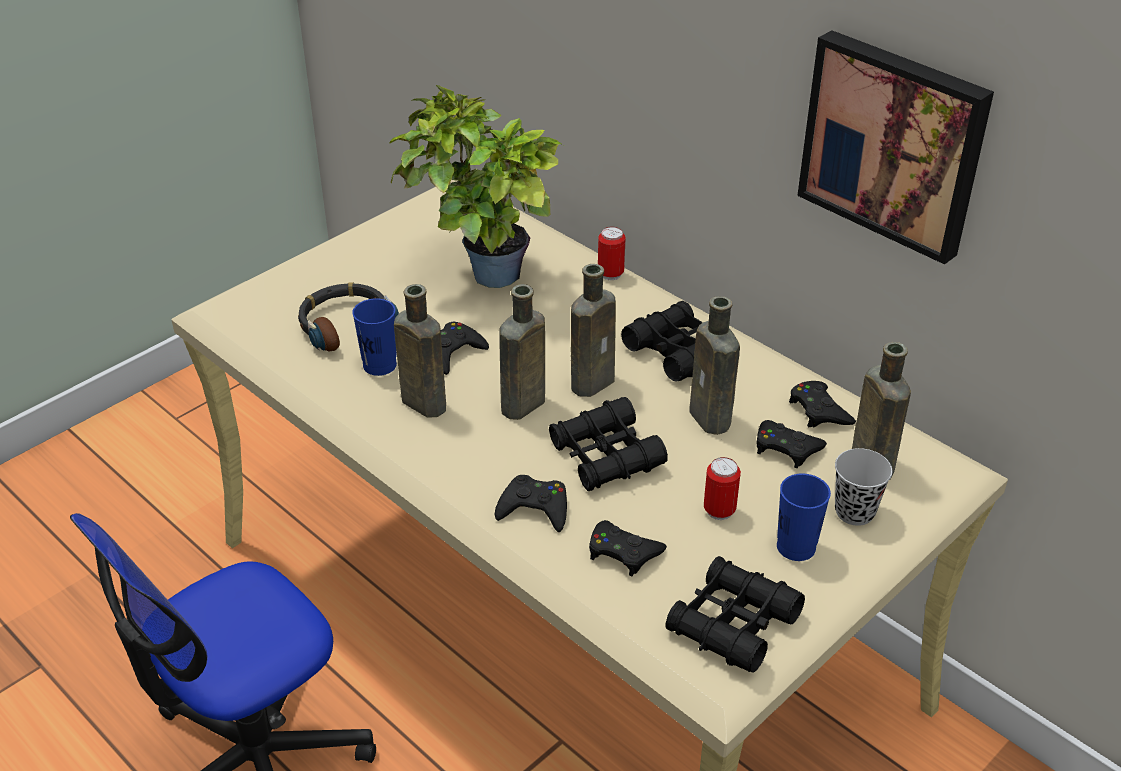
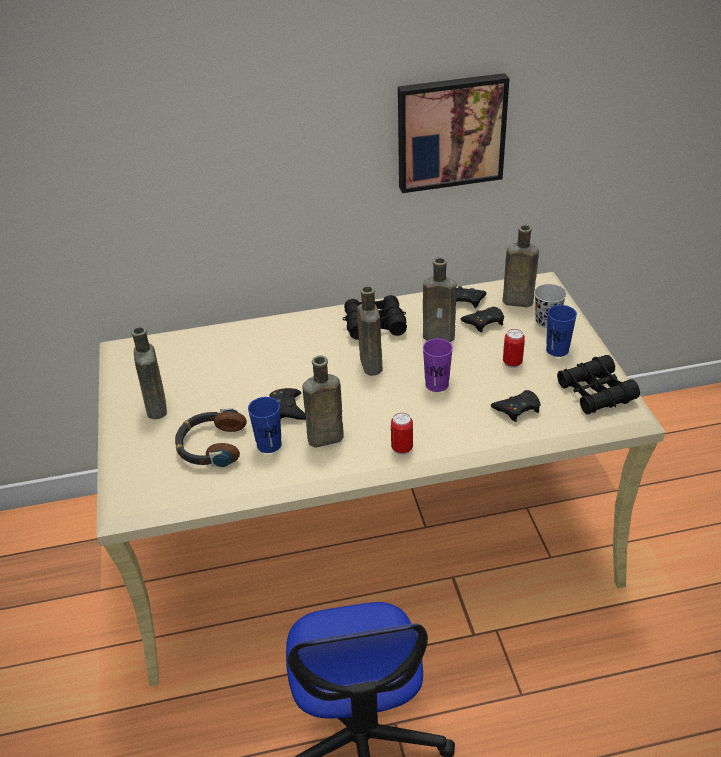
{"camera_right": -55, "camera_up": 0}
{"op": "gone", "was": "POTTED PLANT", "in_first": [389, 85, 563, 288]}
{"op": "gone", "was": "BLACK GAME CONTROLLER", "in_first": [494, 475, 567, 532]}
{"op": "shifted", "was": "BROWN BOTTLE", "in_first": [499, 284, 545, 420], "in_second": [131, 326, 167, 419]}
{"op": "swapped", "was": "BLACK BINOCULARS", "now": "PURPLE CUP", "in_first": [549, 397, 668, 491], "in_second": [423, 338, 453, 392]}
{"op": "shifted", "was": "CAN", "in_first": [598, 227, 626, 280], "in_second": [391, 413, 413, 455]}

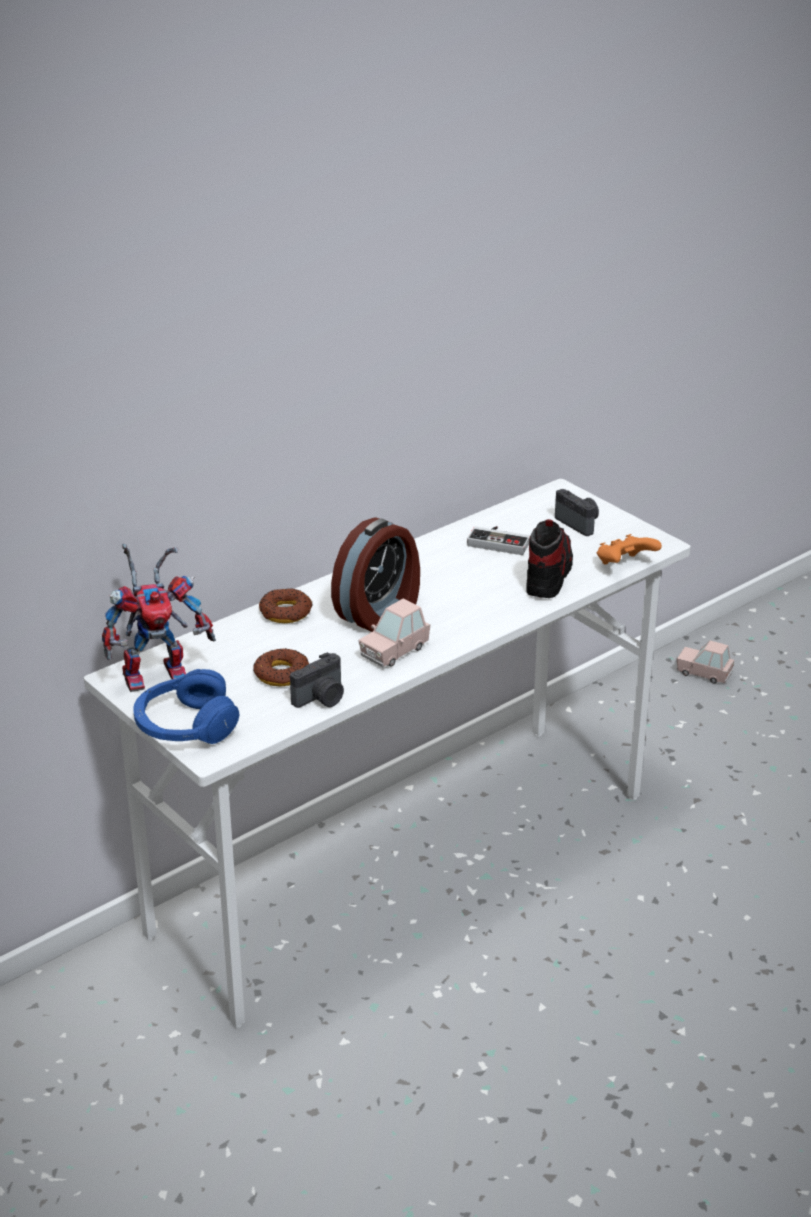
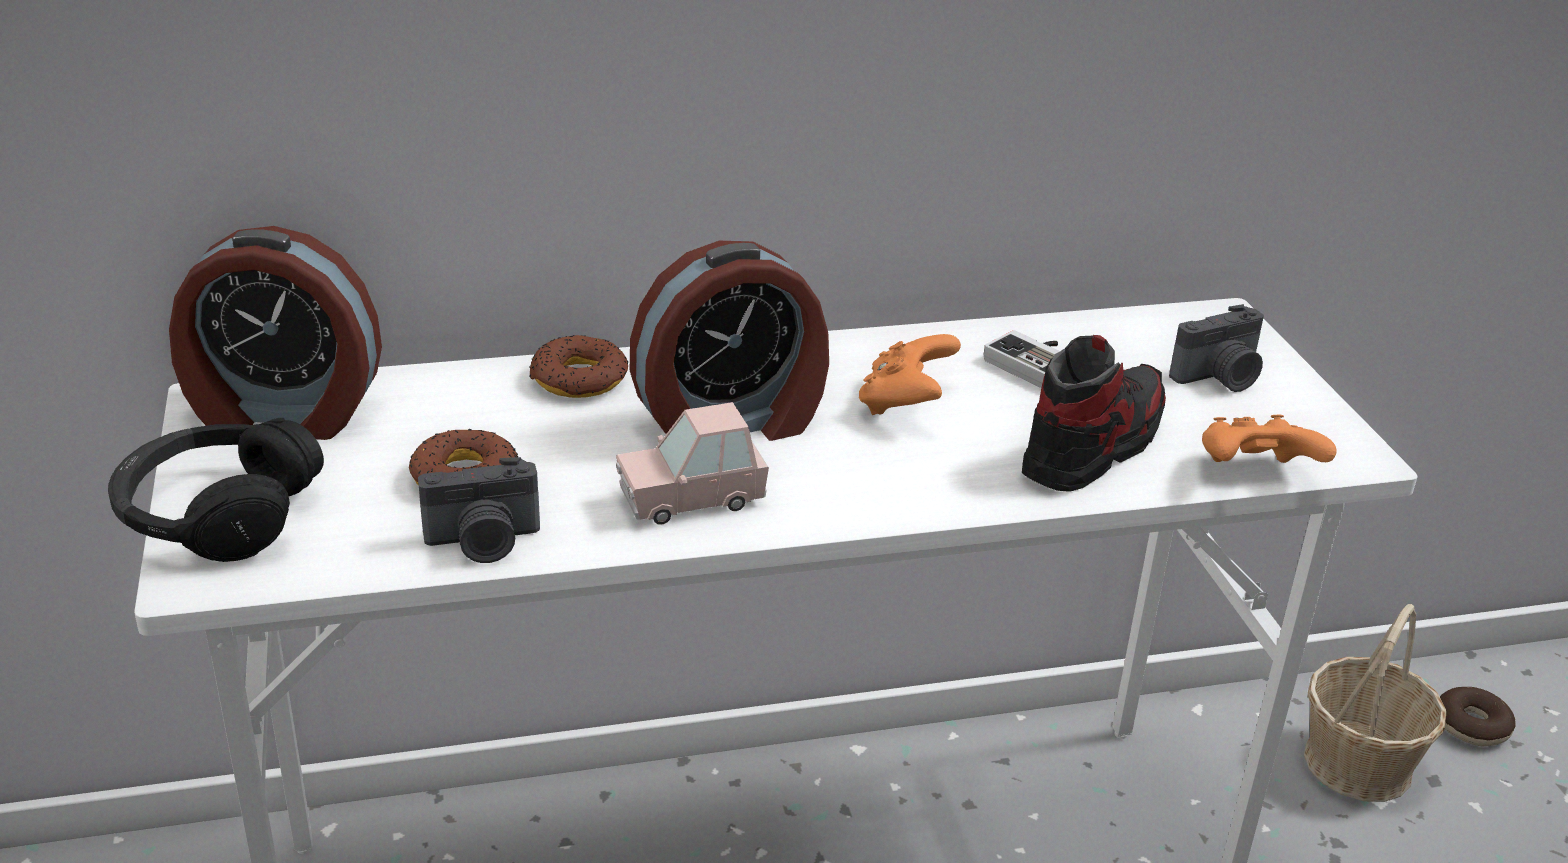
{"camera_right": 25, "camera_up": 0}
{"op": "swapped", "was": "TOY ROBOT", "now": "ALARM CLOCK", "in_first": [102, 544, 216, 692], "in_second": [169, 226, 382, 440]}
{"op": "repainted", "was": "BLUE HEADPHONES", "now": "BLACK HEADPHONES", "in_first": [134, 669, 239, 744], "in_second": [108, 418, 324, 562]}
{"op": "rotated", "was": "PHOTO CAMERA", "in_first": [555, 489, 599, 536], "in_second": [1169, 304, 1264, 392], "clockwise": 75}
{"op": "swapped", "was": "PINK TOY CAR", "now": "DONUT", "in_first": [676, 640, 734, 684], "in_second": [1440, 687, 1515, 746]}
{"op": "new", "now": "ORANGE GAME CONTROLLER", "in_second": [859, 334, 961, 415]}
{"op": "new", "now": "BASKET", "in_second": [1304, 604, 1446, 802]}

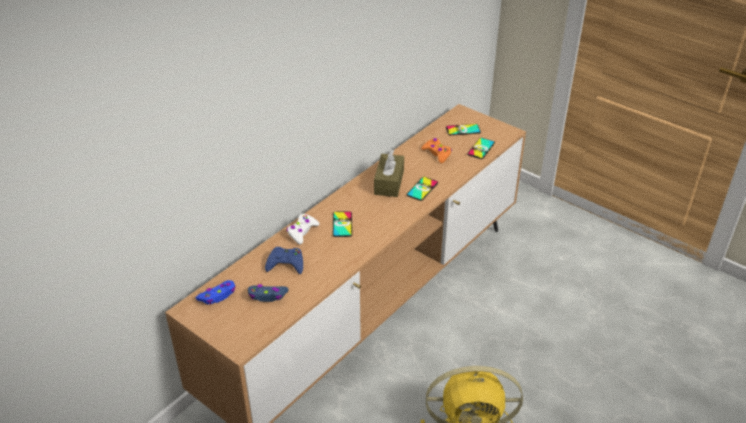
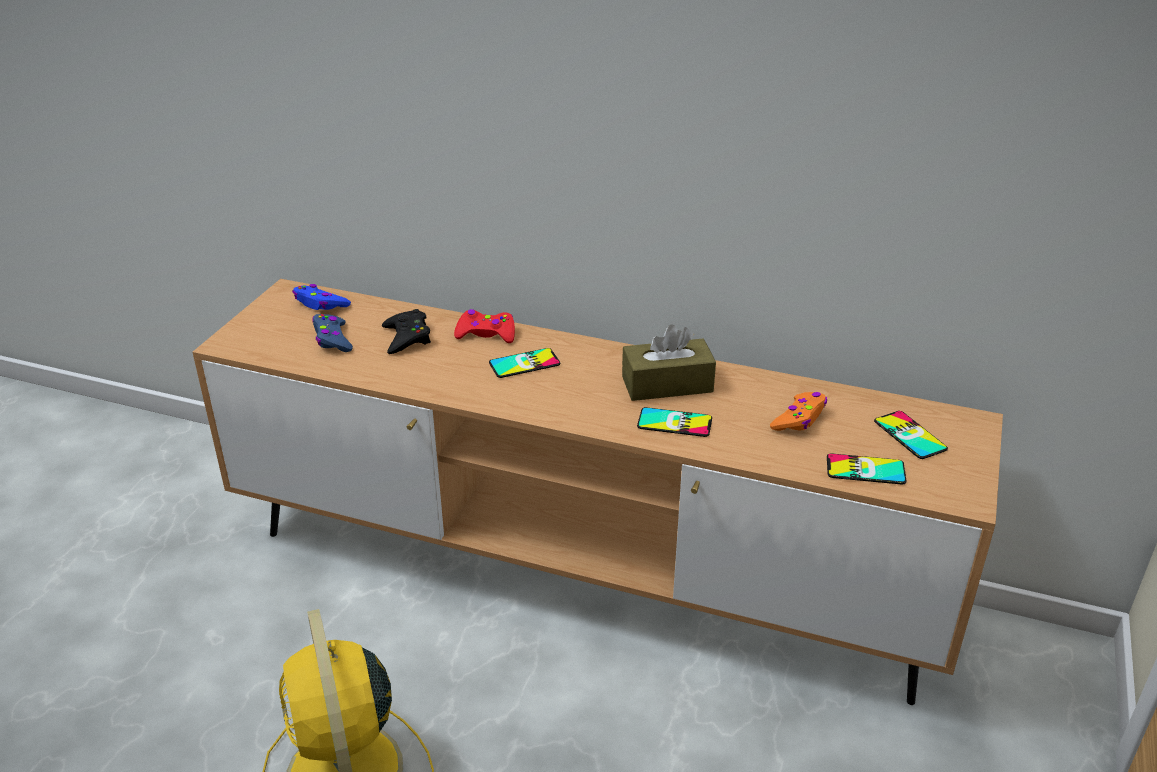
{"camera_right": 70, "camera_up": -5}
{"op": "repainted", "was": "BLUE GAME CONTROLLER", "now": "BLACK GAME CONTROLLER", "in_first": [265, 247, 303, 274], "in_second": [382, 309, 431, 354]}
{"op": "repainted", "was": "WHITE GAME CONTROLLER", "now": "RED GAME CONTROLLER", "in_first": [287, 214, 319, 244], "in_second": [454, 309, 515, 343]}

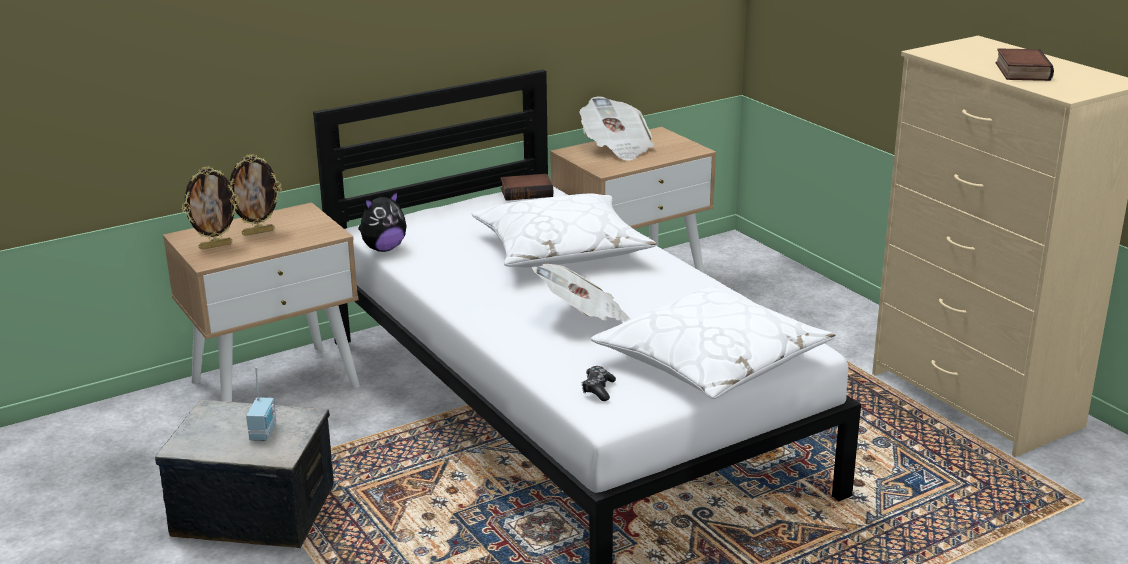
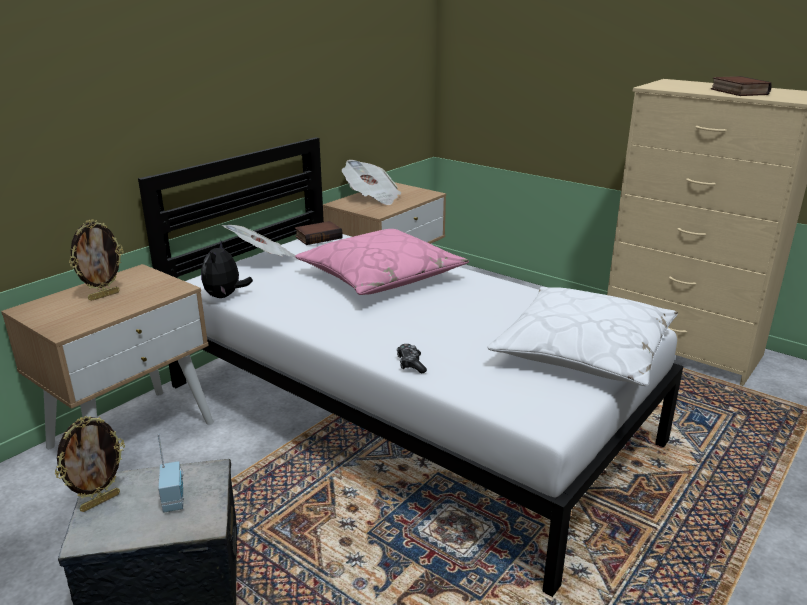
{"camera_right": -20, "camera_up": 0}
{"op": "shifted", "was": "PICTURE FRAME", "in_first": [182, 166, 239, 250], "in_second": [55, 416, 125, 512]}
{"op": "rotated", "was": "PLUSH TOY", "in_first": [358, 191, 407, 252], "in_second": [201, 239, 253, 298], "clockwise": 150}
{"op": "repainted", "was": "WHITE PILLOW", "now": "PINK PILLOW", "in_first": [472, 194, 657, 267], "in_second": [295, 229, 469, 295]}
{"op": "shifted", "was": "NEWSPAPER", "in_first": [532, 264, 630, 322], "in_second": [222, 225, 296, 257]}
{"op": "shifted", "was": "GAME CONTROLLER", "in_first": [582, 366, 616, 401], "in_second": [397, 344, 427, 373]}

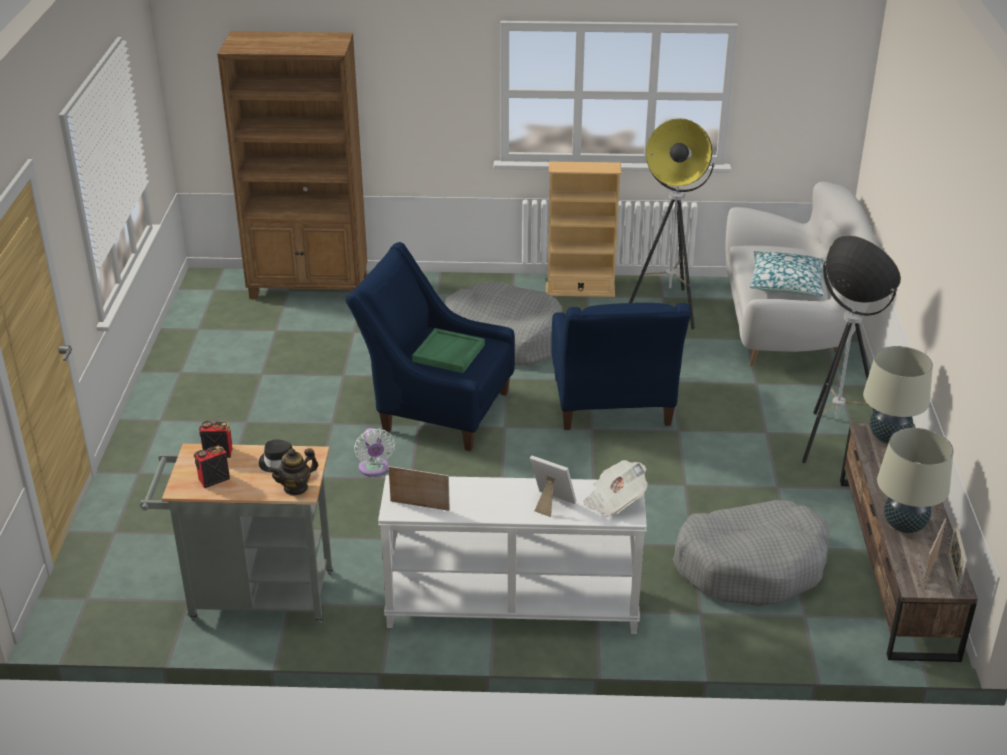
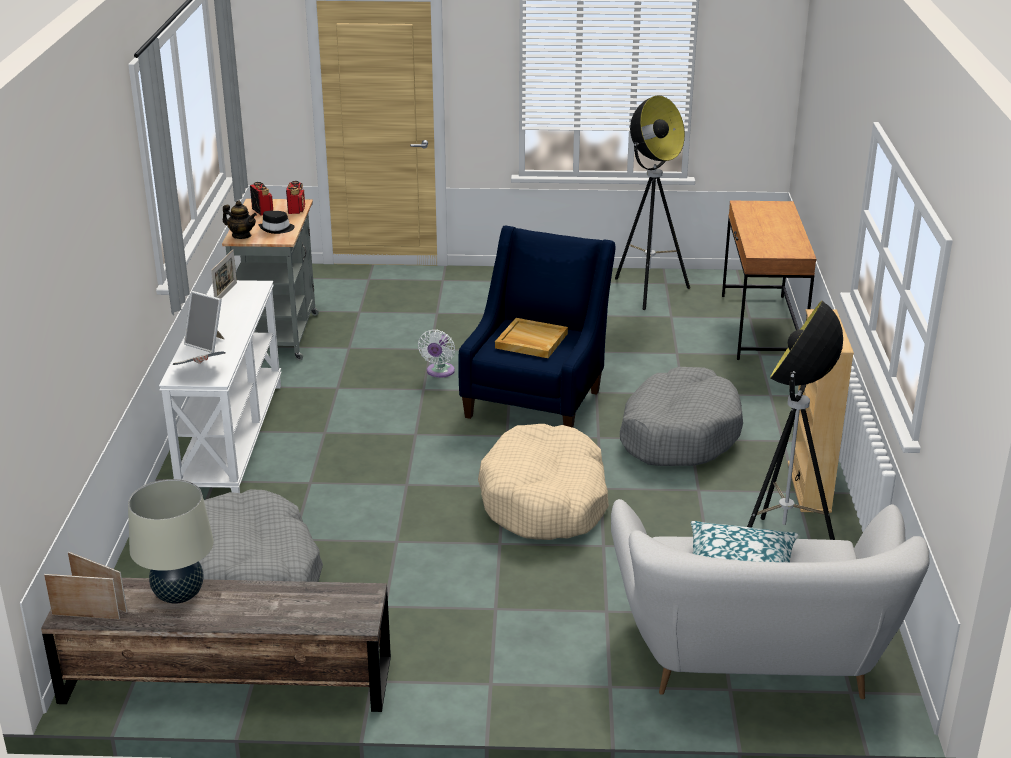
{"camera_right": 90, "camera_up": -5}
{"op": "swapped", "was": "BROWN BOOKCASE", "now": "BROWN DESK", "in_first": [217, 31, 367, 299], "in_second": [722, 201, 816, 360]}
{"op": "rotated", "was": "TEAPOT", "in_first": [269, 448, 318, 496], "in_second": [223, 201, 257, 239], "clockwise": 150}
{"op": "rotated", "was": "WHITE FAN", "in_first": [354, 428, 395, 476], "in_second": [418, 329, 455, 378], "clockwise": -60}
{"op": "repainted", "was": "GREEN TRAY", "now": "BEIGE TRAY", "in_first": [412, 328, 485, 373], "in_second": [495, 318, 568, 358]}
{"op": "rotated", "was": "PICTURE FRAME", "in_first": [530, 455, 576, 517], "in_second": [184, 291, 224, 353], "clockwise": 90}
{"op": "swapped", "was": "BLUE ARMCHAIR", "now": "BEIGE DOG BED", "in_first": [551, 303, 691, 430], "in_second": [478, 424, 609, 540]}
{"op": "shifted", "was": "FLOOR LAMP", "in_first": [802, 235, 901, 463], "in_second": [615, 95, 690, 310]}
{"op": "gone", "was": "BEIGE TABLE LAMP", "in_first": [863, 346, 933, 443]}

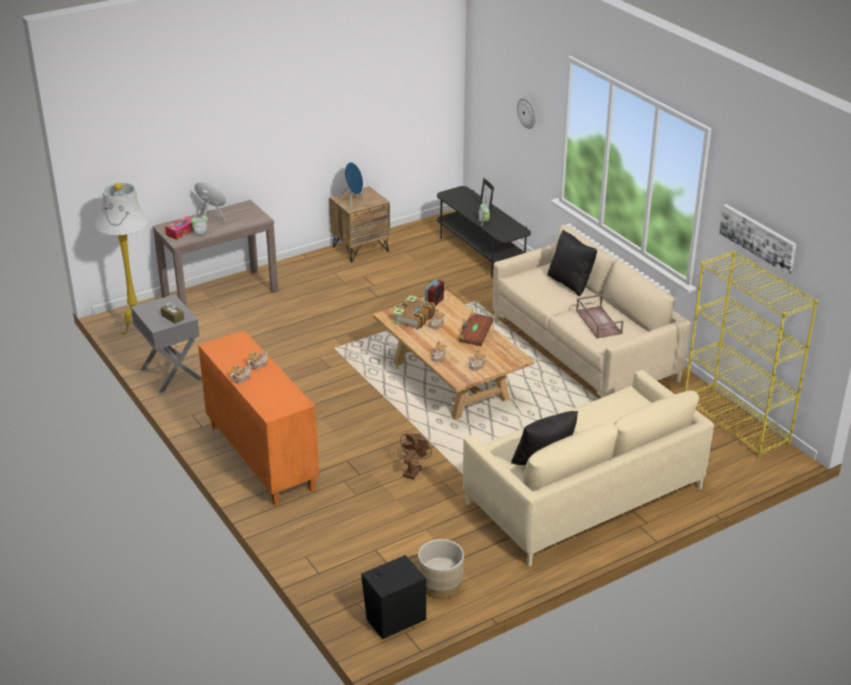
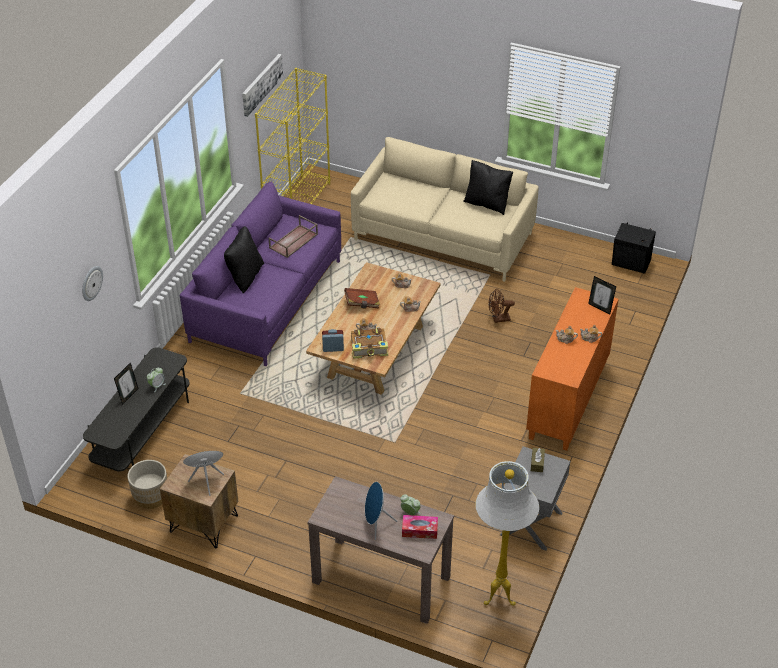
{"camera_right": -125, "camera_up": 10}
{"op": "shifted", "was": "BEIGE PLANTER", "in_first": [418, 539, 464, 599], "in_second": [127, 460, 167, 509]}
{"op": "repainted", "was": "BEIGE SOFA", "now": "PURPLE SOFA", "in_first": [493, 225, 691, 397], "in_second": [180, 182, 341, 366]}
{"op": "new", "now": "PICTURE FRAME", "in_second": [588, 276, 616, 314]}

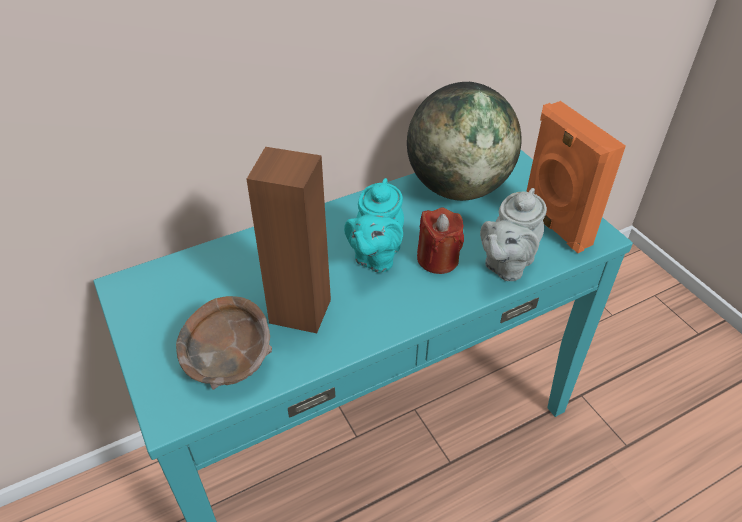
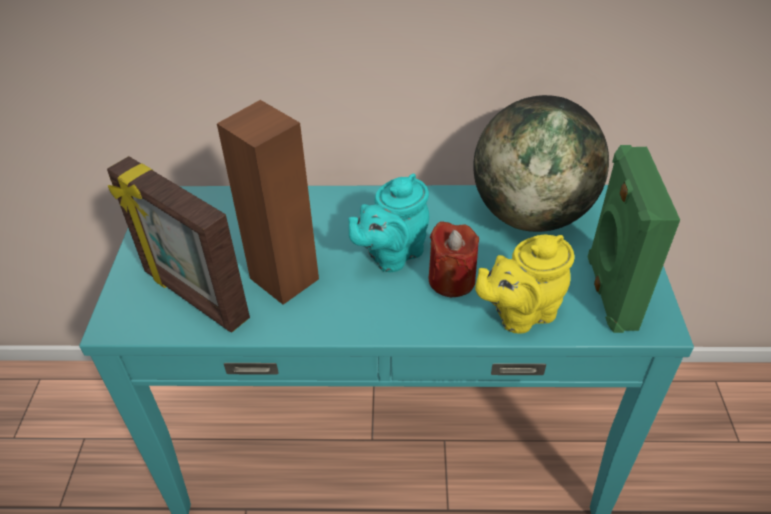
{"camera_right": 30, "camera_up": 0}
{"op": "swapped", "was": "BROWN BOWL", "now": "PICTURE FRAME", "in_first": [176, 296, 272, 390], "in_second": [107, 156, 250, 333]}
{"op": "repainted", "was": "GREY TEAPOT", "now": "YELLOW TEAPOT", "in_first": [480, 188, 547, 281], "in_second": [475, 235, 575, 334]}
{"op": "repainted", "was": "ORANGE SPEAKER", "now": "GREEN SPEAKER", "in_first": [526, 101, 626, 253], "in_second": [588, 145, 680, 333]}

